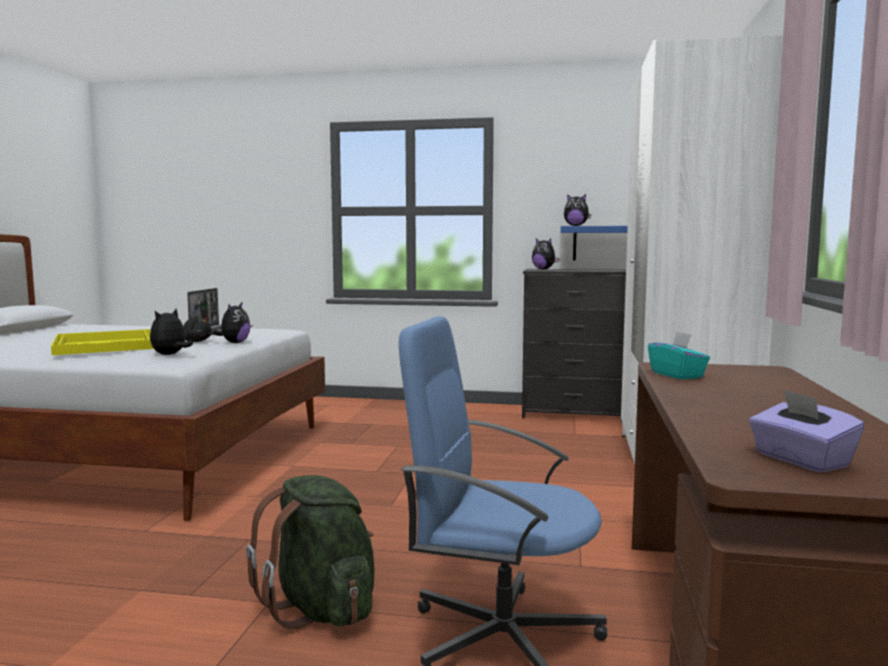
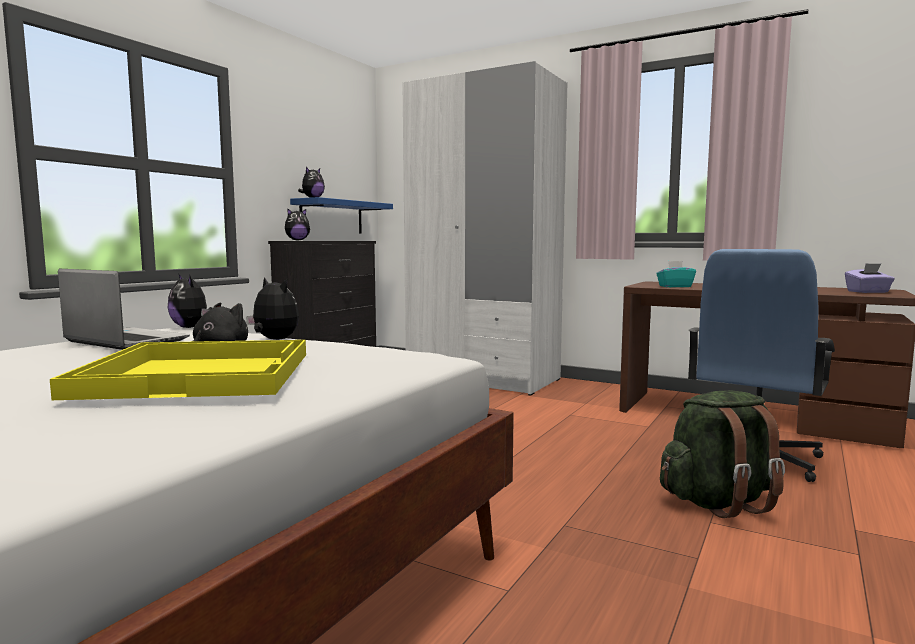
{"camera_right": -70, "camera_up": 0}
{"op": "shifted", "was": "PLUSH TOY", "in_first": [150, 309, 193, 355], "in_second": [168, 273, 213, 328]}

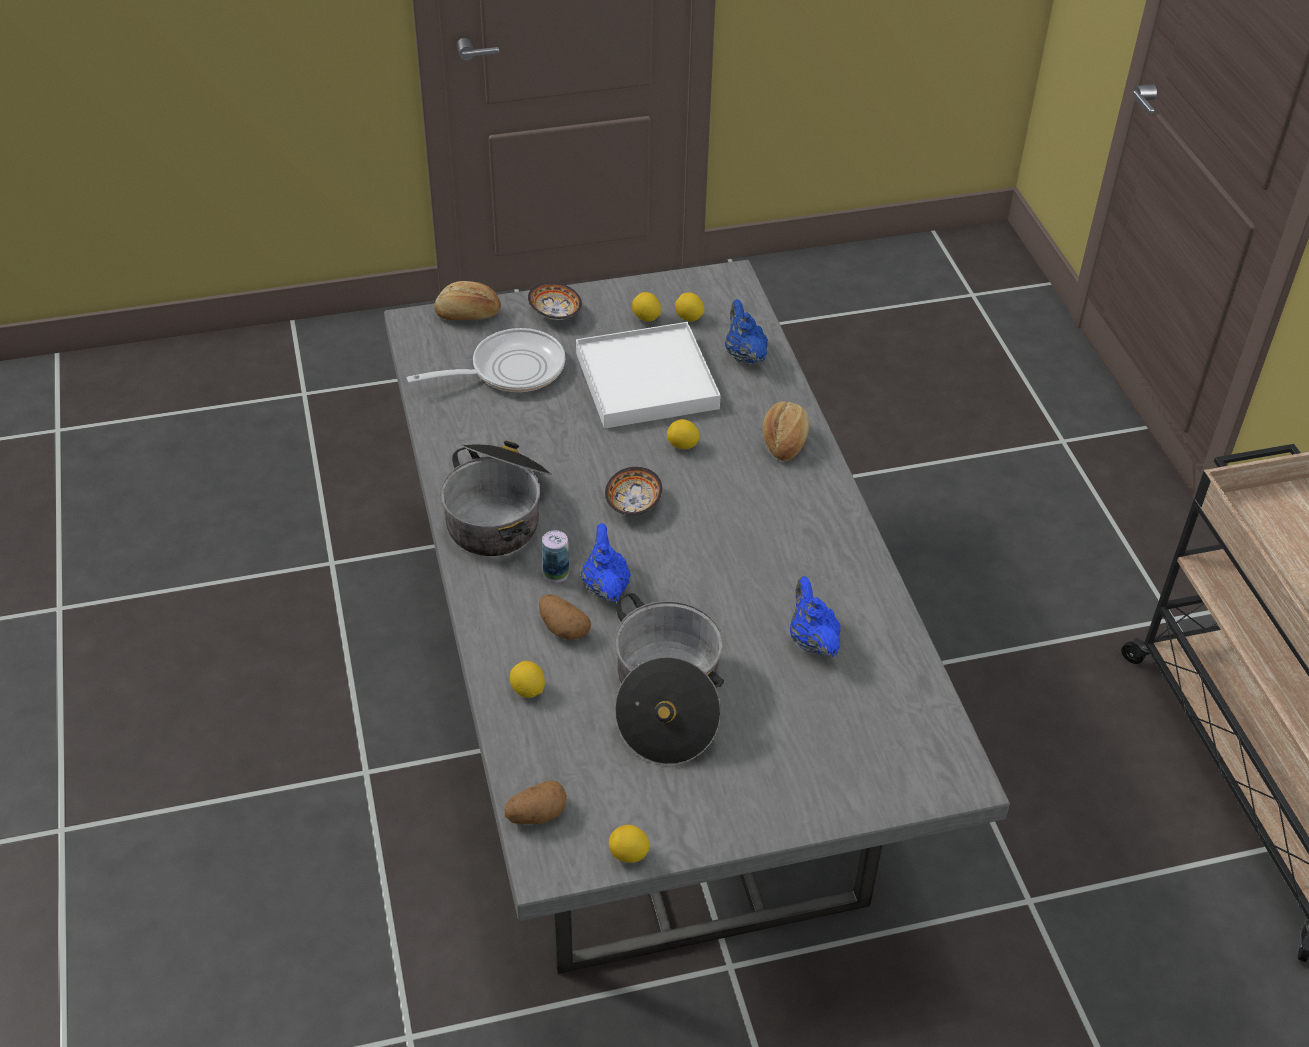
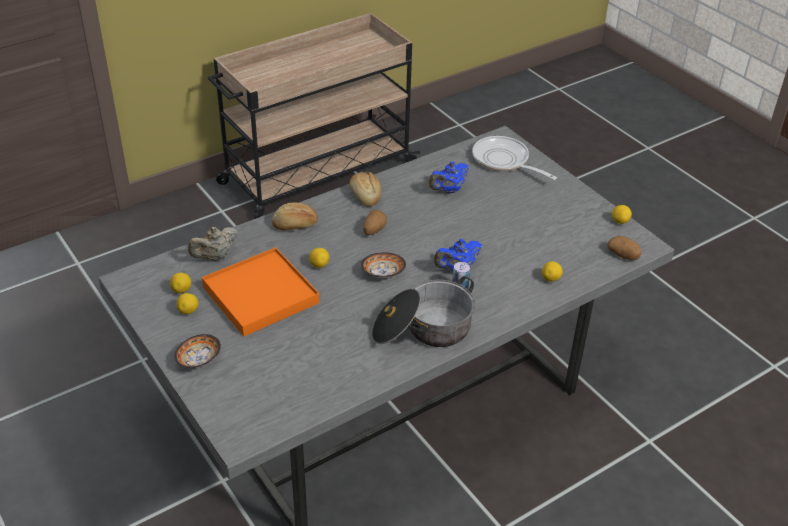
{"camera_right": -110, "camera_up": -5}
{"op": "shifted", "was": "FRYING PAN", "in_first": [407, 328, 565, 392], "in_second": [472, 136, 557, 180]}
{"op": "shifted", "was": "BREAD", "in_first": [434, 281, 501, 320], "in_second": [350, 171, 381, 207]}
{"op": "shifted", "was": "POTATO", "in_first": [539, 594, 591, 640], "in_second": [363, 210, 387, 235]}
{"op": "repainted", "was": "WHITE TRAY", "now": "ORANGE TRAY", "in_first": [576, 322, 721, 429], "in_second": [202, 247, 319, 336]}
{"op": "gone", "was": "COOKING POT", "in_first": [614, 593, 724, 765]}
{"op": "repainted", "was": "BLUE TEAPOT", "now": "BEIGE TEAPOT", "in_first": [725, 299, 768, 365], "in_second": [188, 227, 238, 261]}

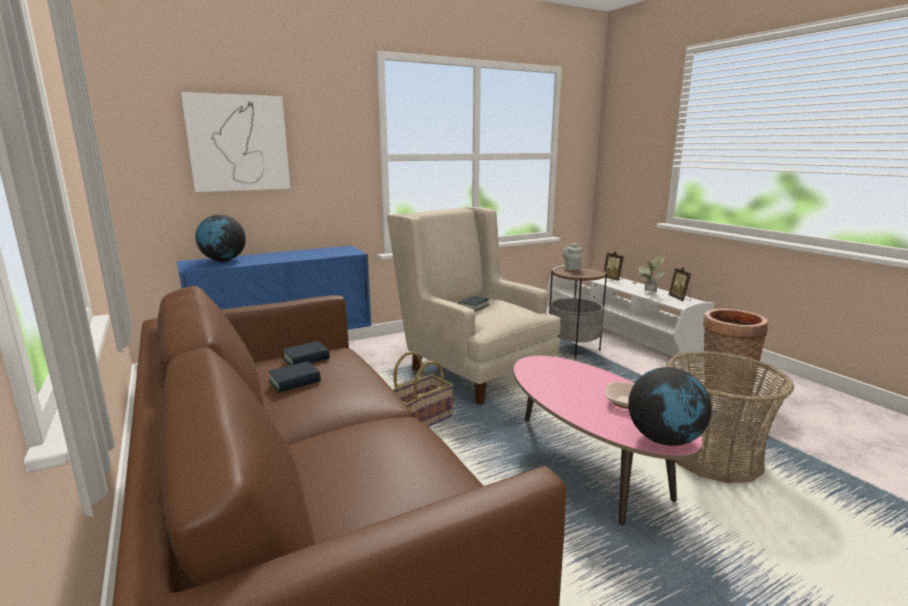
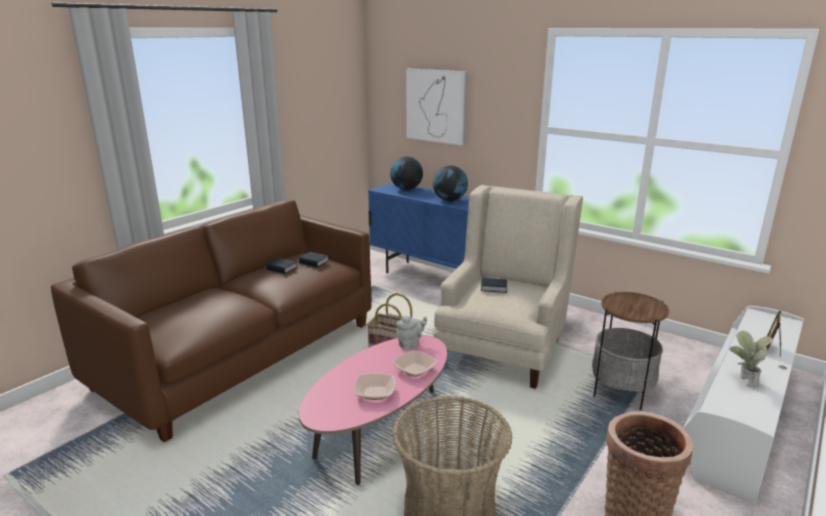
{"camera_right": 65, "camera_up": 5}
{"op": "shifted", "was": "GREY TEAPOT", "in_first": [563, 243, 582, 270], "in_second": [396, 316, 427, 350]}
{"op": "shifted", "was": "GLOBE", "in_first": [629, 367, 712, 446], "in_second": [433, 166, 468, 202]}
{"op": "gone", "was": "PICTURE FRAME", "in_first": [668, 268, 691, 301]}
{"op": "new", "now": "BOWL", "in_second": [392, 350, 437, 377]}

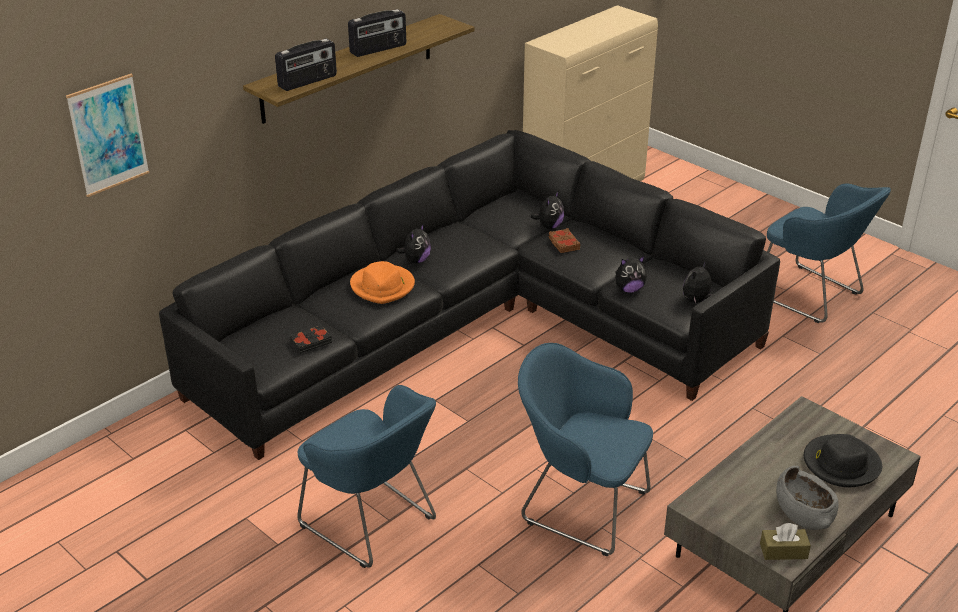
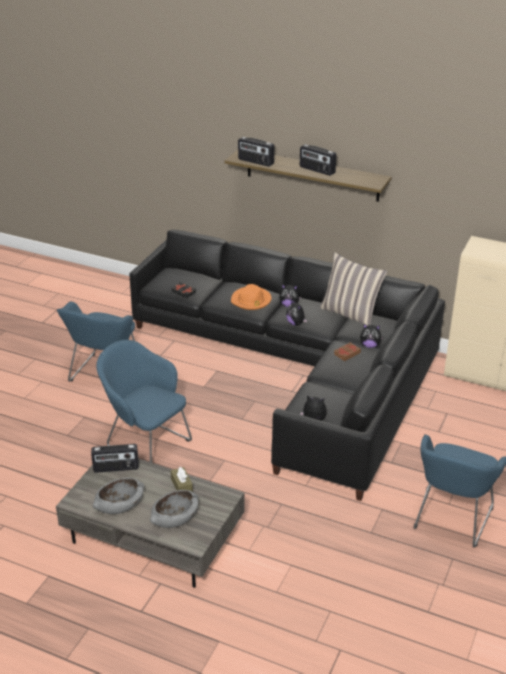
{"camera_right": 70, "camera_up": 0}
{"op": "gone", "was": "PICTURE", "in_first": [66, 74, 150, 197]}
{"op": "rotated", "was": "BLUE ARMCHAIR", "in_first": [518, 343, 653, 556], "in_second": [96, 340, 192, 463], "clockwise": -60}
{"op": "shifted", "was": "PLUSH TOY", "in_first": [615, 256, 647, 293], "in_second": [286, 300, 307, 326]}
{"op": "shifted", "was": "BROWN TISSUE BOX", "in_first": [760, 523, 811, 560], "in_second": [171, 466, 193, 492]}
{"op": "swapped", "was": "BLACK HAT", "now": "GREY BOWL", "in_first": [804, 434, 882, 487], "in_second": [150, 490, 198, 528]}
{"op": "new", "now": "RADIO", "in_second": [91, 444, 139, 473]}
{"op": "new", "now": "PILLOW", "in_second": [320, 252, 387, 326]}

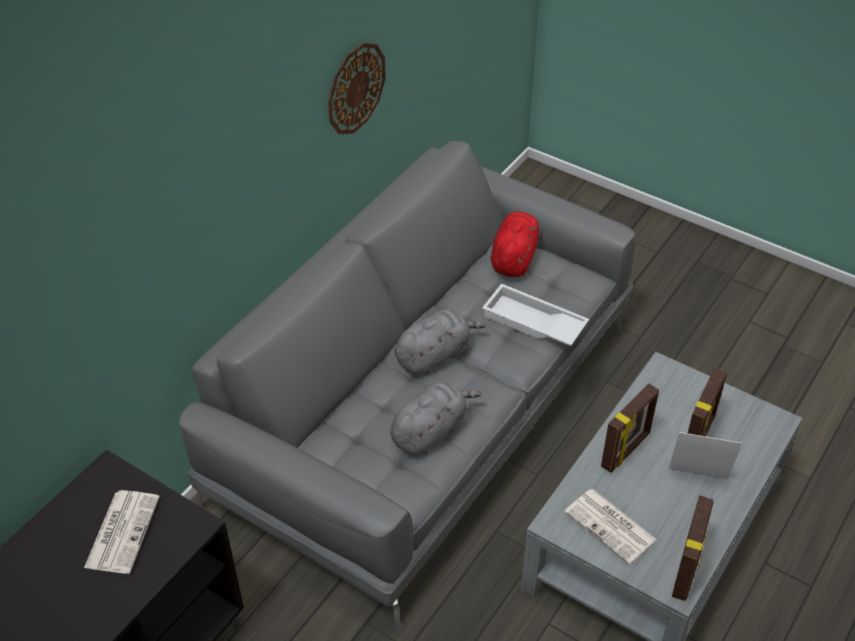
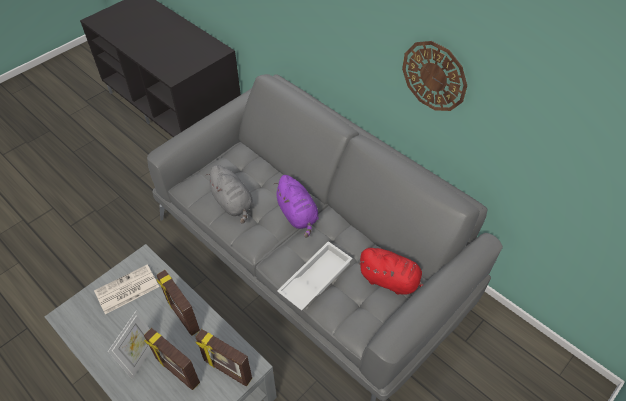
{"camera_right": 100, "camera_up": 5}
{"op": "gone", "was": "NEWSPAPER", "in_first": [84, 490, 160, 574]}
{"op": "repainted", "was": "GREY PLUSH TOY", "now": "PURPLE PLUSH TOY", "in_first": [395, 309, 486, 375], "in_second": [273, 175, 319, 238]}
{"op": "shifted", "was": "PICTURE FRAME", "in_first": [672, 495, 713, 601], "in_second": [196, 329, 252, 386]}

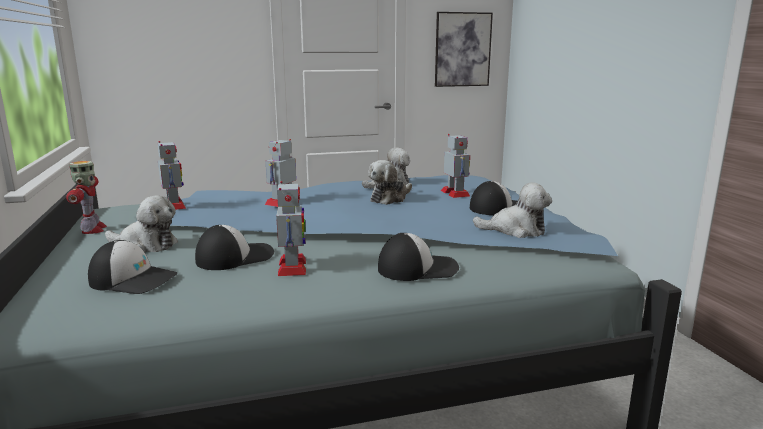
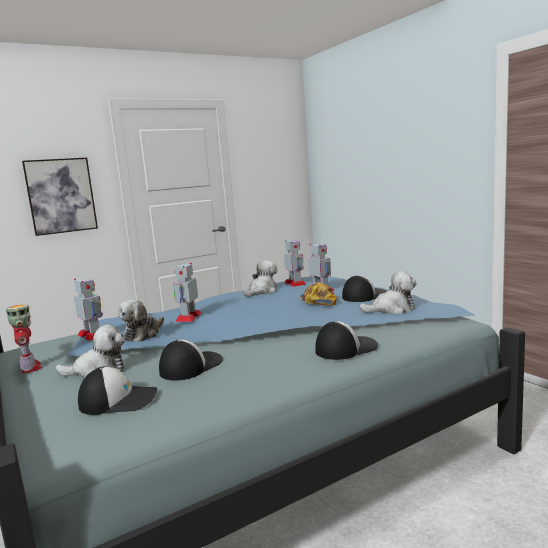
{"camera_right": -15, "camera_up": -5}
{"op": "shifted", "was": "TOY ROBOT", "in_first": [276, 181, 306, 276], "in_second": [284, 240, 306, 287]}
{"op": "shifted", "was": "PLUSH TOY", "in_first": [368, 160, 412, 205], "in_second": [118, 299, 164, 342]}
{"op": "shifted", "was": "PICTURE", "in_first": [435, 12, 493, 87], "in_second": [22, 158, 98, 236]}
{"op": "new", "now": "CAP", "in_second": [300, 283, 337, 306]}

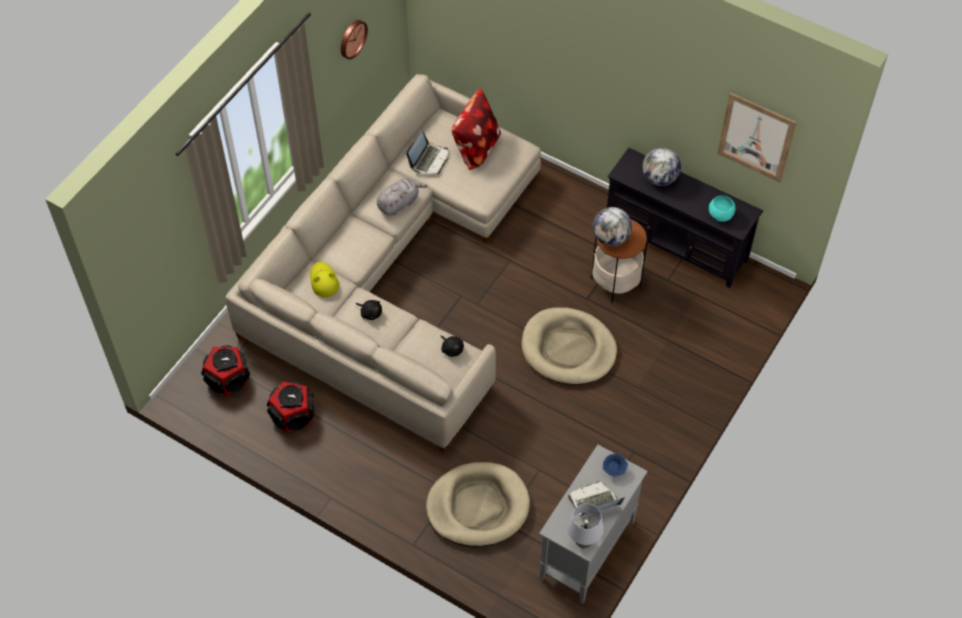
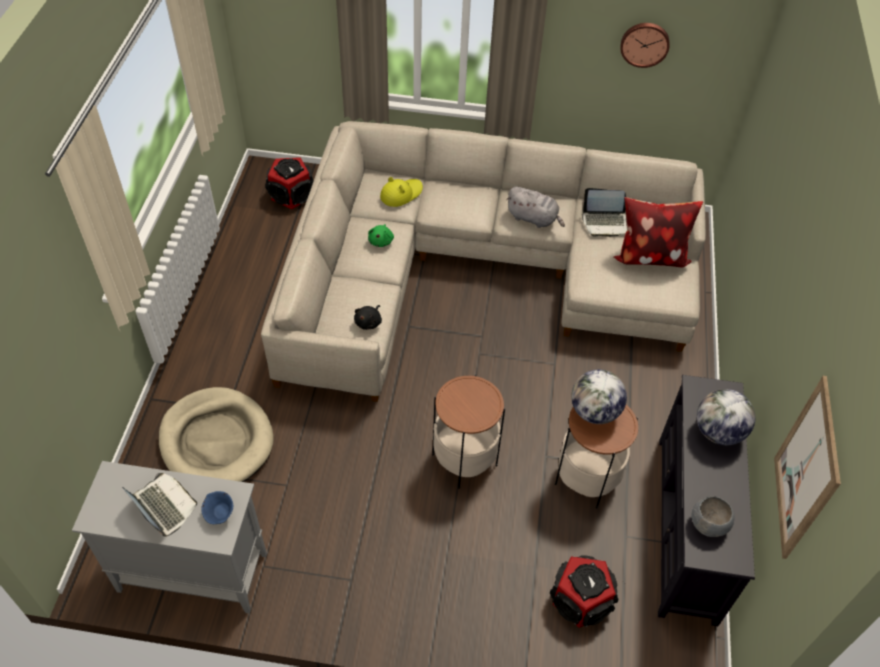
{"camera_right": 65, "camera_up": -5}
{"op": "shifted", "was": "SPEAKER", "in_first": [267, 381, 315, 433], "in_second": [550, 555, 618, 628]}
{"op": "repainted", "was": "BLACK PLUSH TOY", "now": "GREEN PLUSH TOY", "in_first": [356, 300, 382, 320], "in_second": [368, 224, 394, 247]}
{"op": "swapped", "was": "BEIGE DOG BED", "now": "SIDE TABLE", "in_first": [521, 307, 617, 385], "in_second": [432, 375, 505, 489]}
{"op": "gone", "was": "GREY TABLE LAMP", "in_first": [567, 503, 604, 548]}
{"op": "repainted", "was": "TURQUOISE BOWL", "now": "GREY BOWL", "in_first": [709, 195, 736, 222], "in_second": [692, 496, 734, 537]}

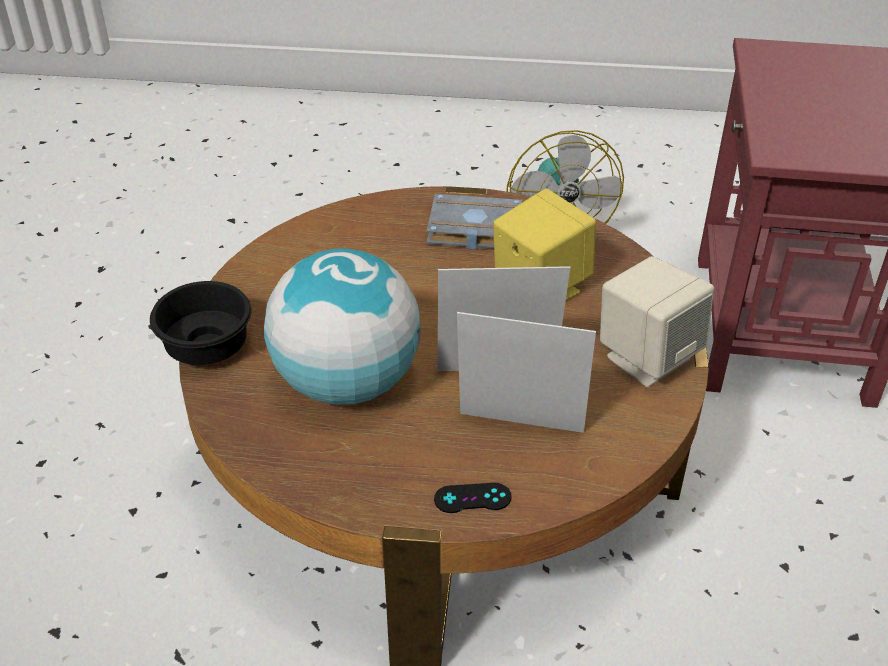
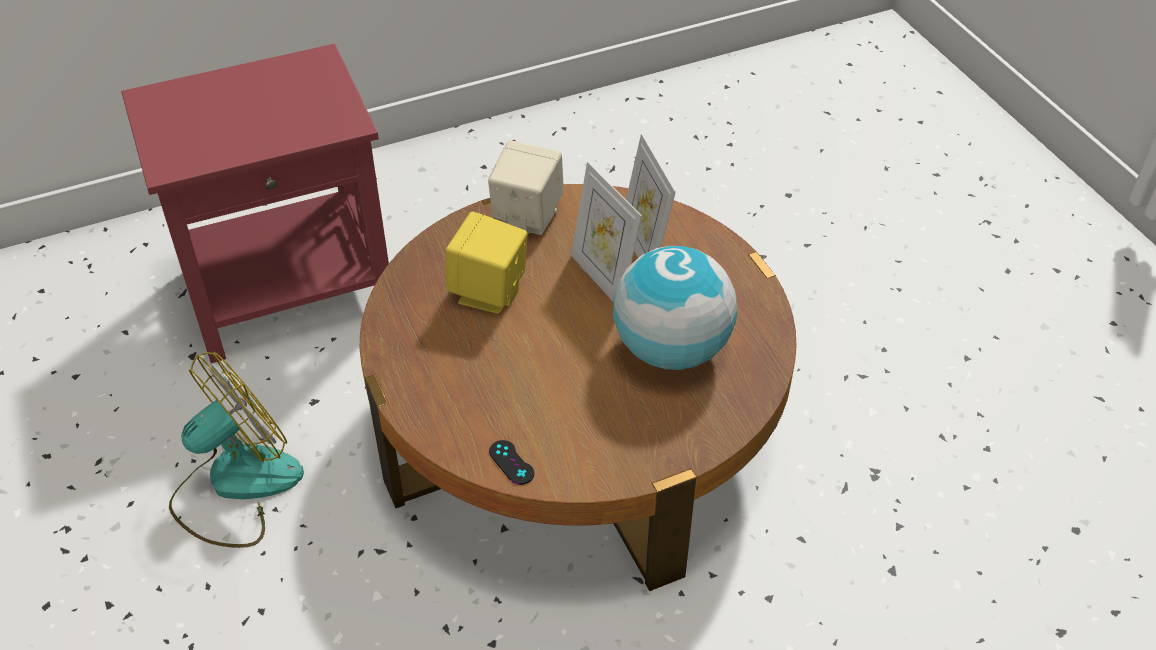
{"camera_right": -120, "camera_up": 5}
{"op": "gone", "was": "BLACK BOWL", "in_first": [150, 281, 252, 365]}
{"op": "gone", "was": "GREY BOOK", "in_first": [427, 194, 522, 250]}
{"op": "shifted", "was": "BLACK GAME CONTROLLER", "in_first": [434, 483, 511, 513], "in_second": [489, 440, 534, 485]}

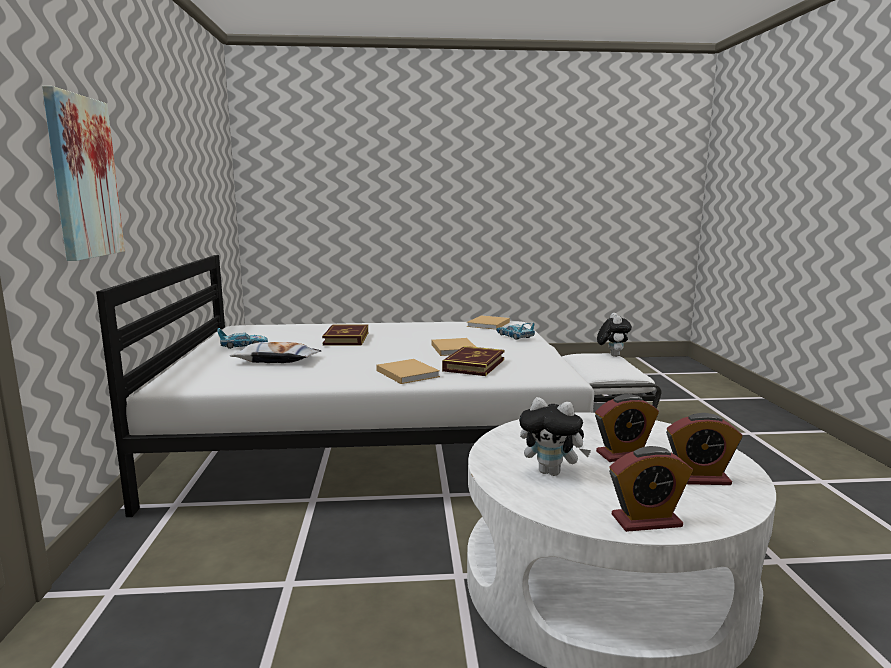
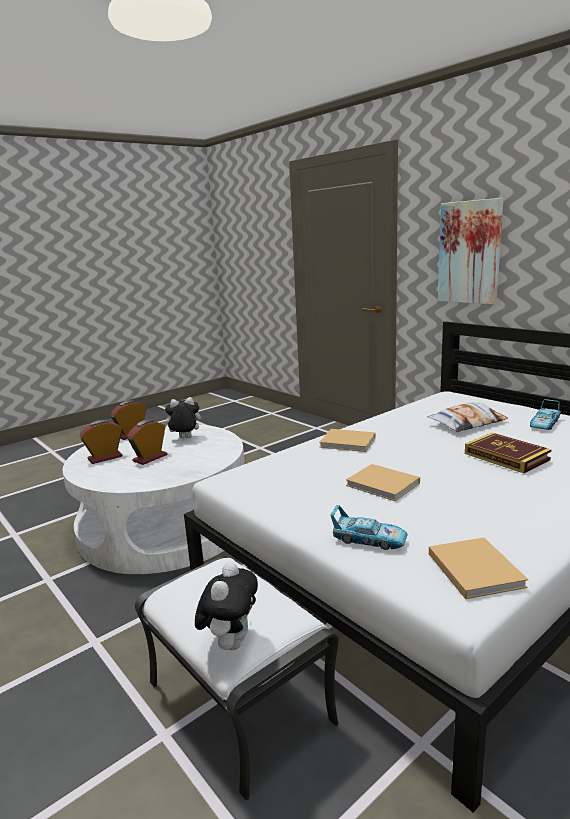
{"camera_right": 145, "camera_up": 5}
{"op": "gone", "was": "BOOK", "in_first": [442, 346, 504, 376]}
{"op": "rotated", "was": "PLUSH TOY", "in_first": [597, 313, 632, 357], "in_second": [195, 562, 258, 650], "clockwise": -135}

